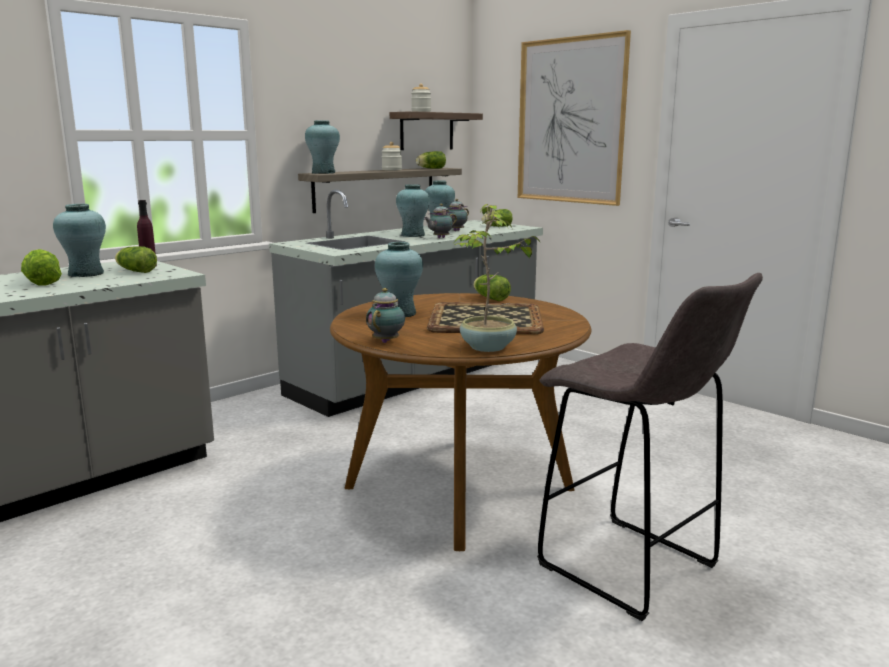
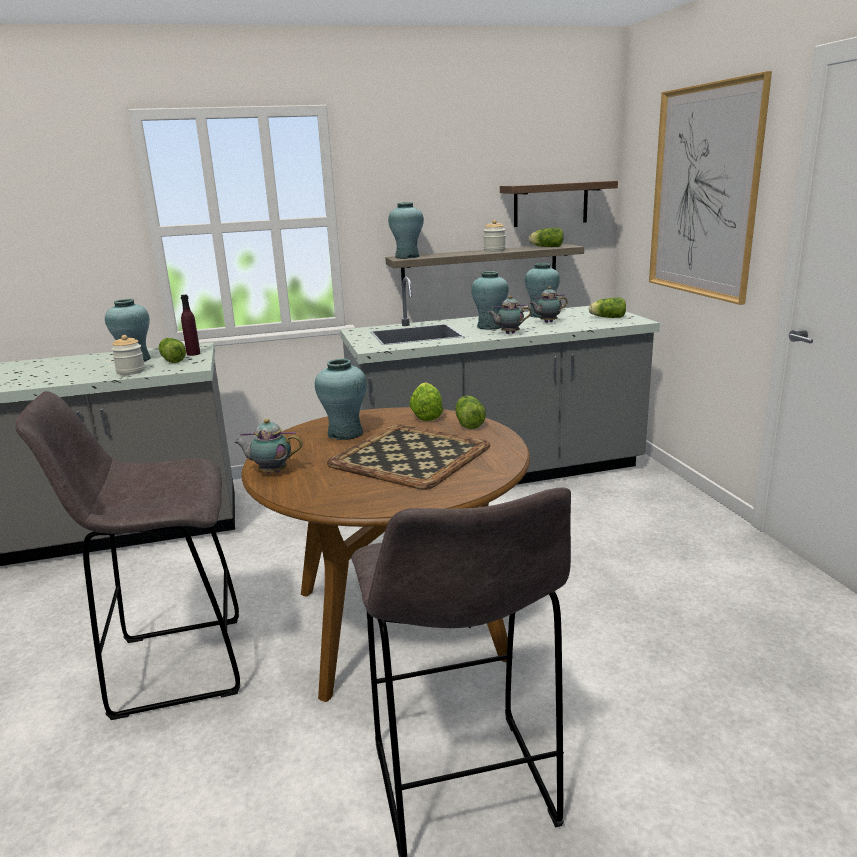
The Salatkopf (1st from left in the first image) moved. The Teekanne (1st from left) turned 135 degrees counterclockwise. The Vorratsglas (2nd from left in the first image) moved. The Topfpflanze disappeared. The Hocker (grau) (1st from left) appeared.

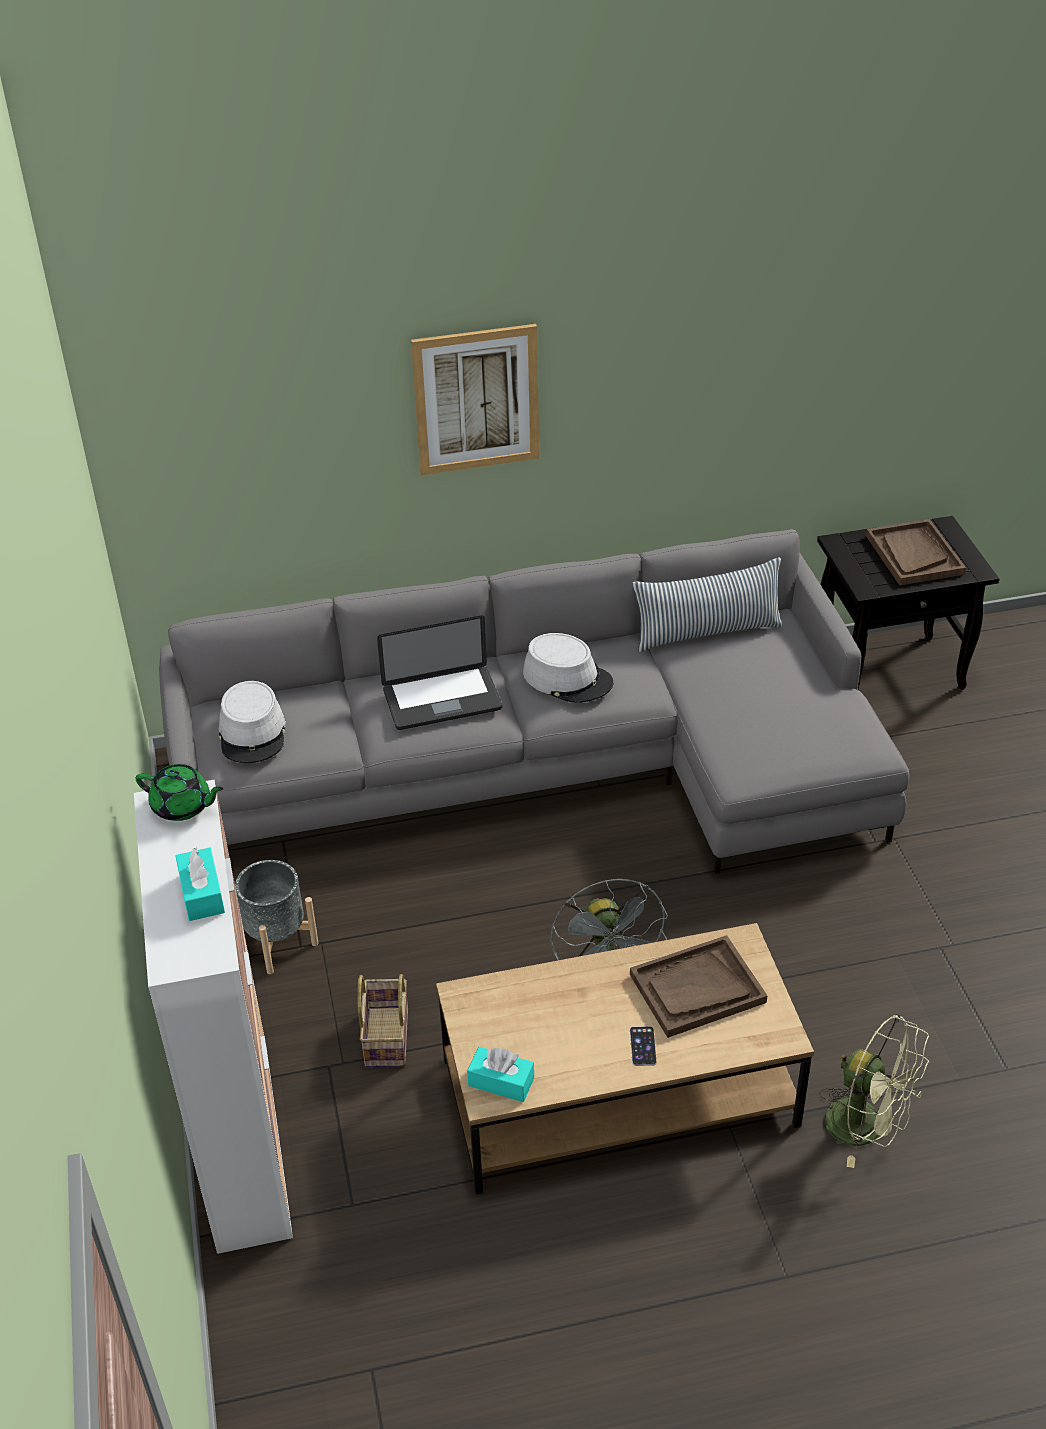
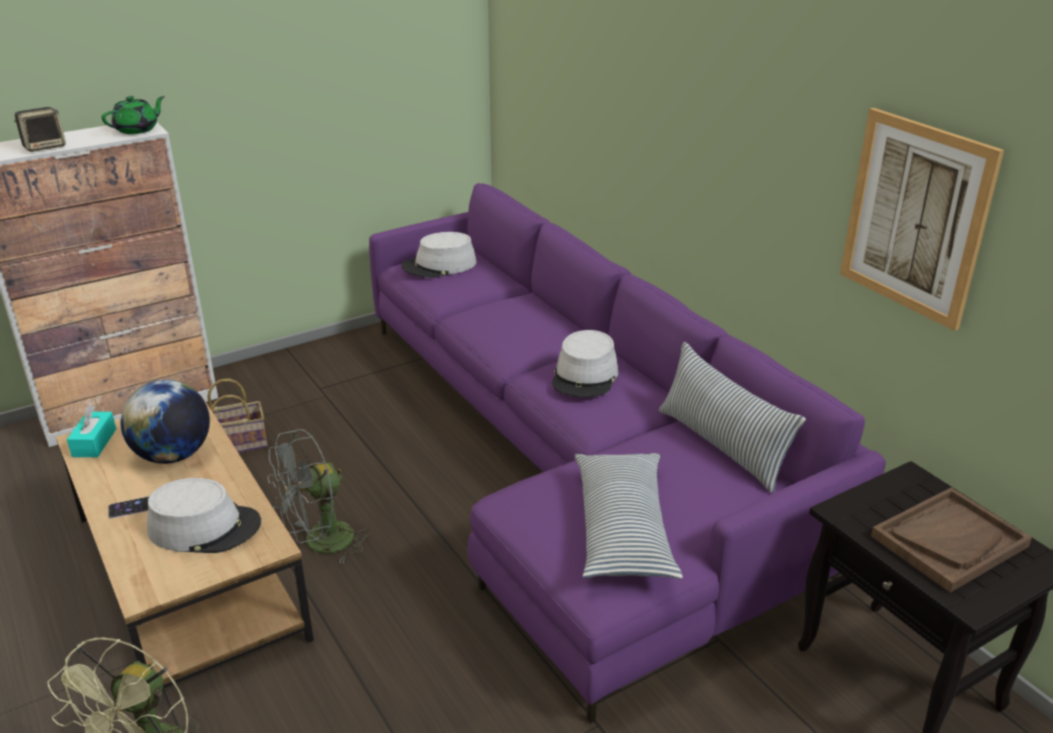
The Teekanne (grün) turned 135 degrees counterclockwise. The Sofa (grau) became the Sofa (lila). The Taschentuchbox (türkis) (1st from left) was replaced by the Lautsprecher. The Pflanzkübel (grau) disappeared. The Laptop disappeared. The Bild moved. The Tablett (braun) (1st from left) was replaced by the Hut (grau) (1st from left). The Globus appeared. The Kissen (1st from left) appeared.

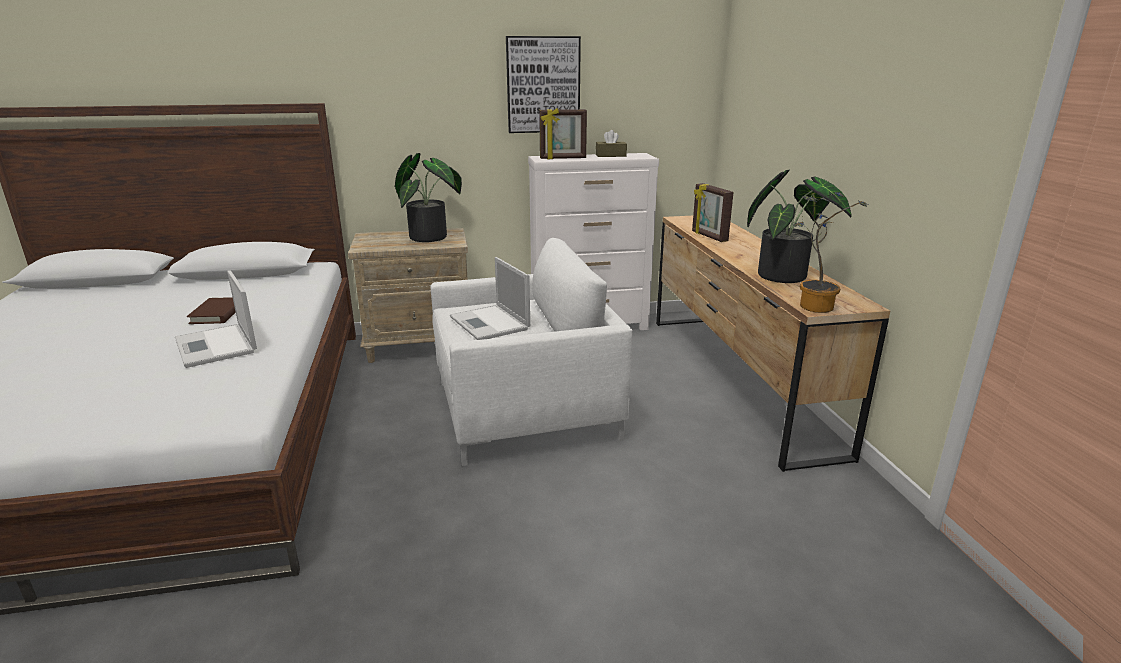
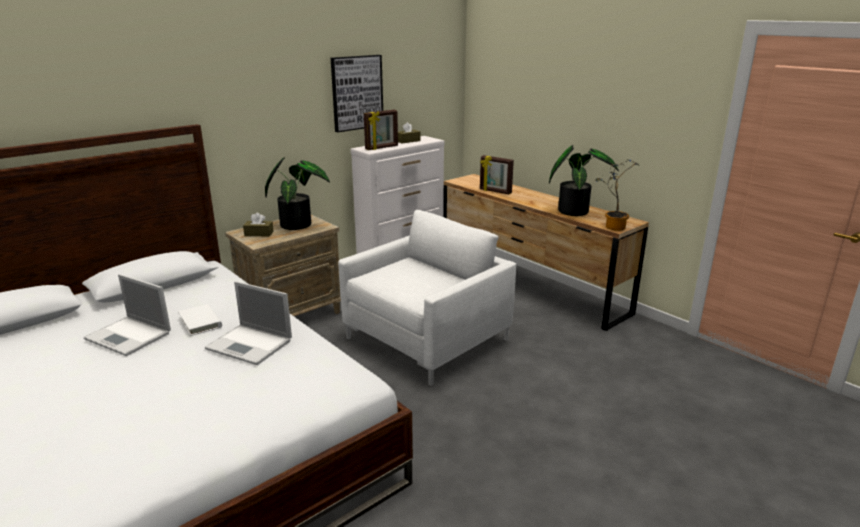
The Buch (braun) became the Buch (weiß). The Laptop (2nd from left in the first image) moved. The Taschentuchbox (braun) (1st from left) appeared.

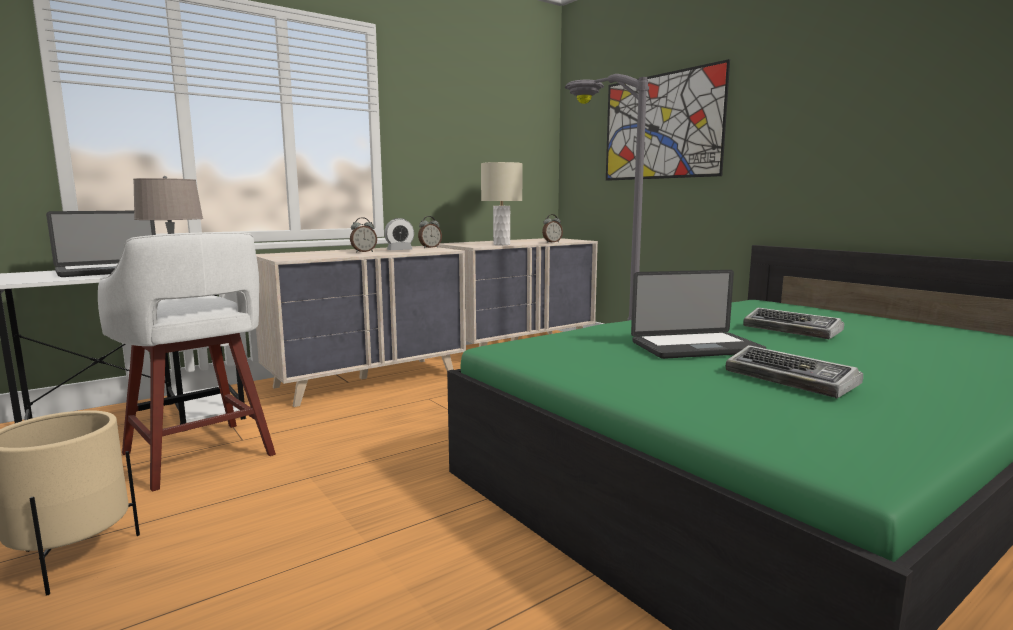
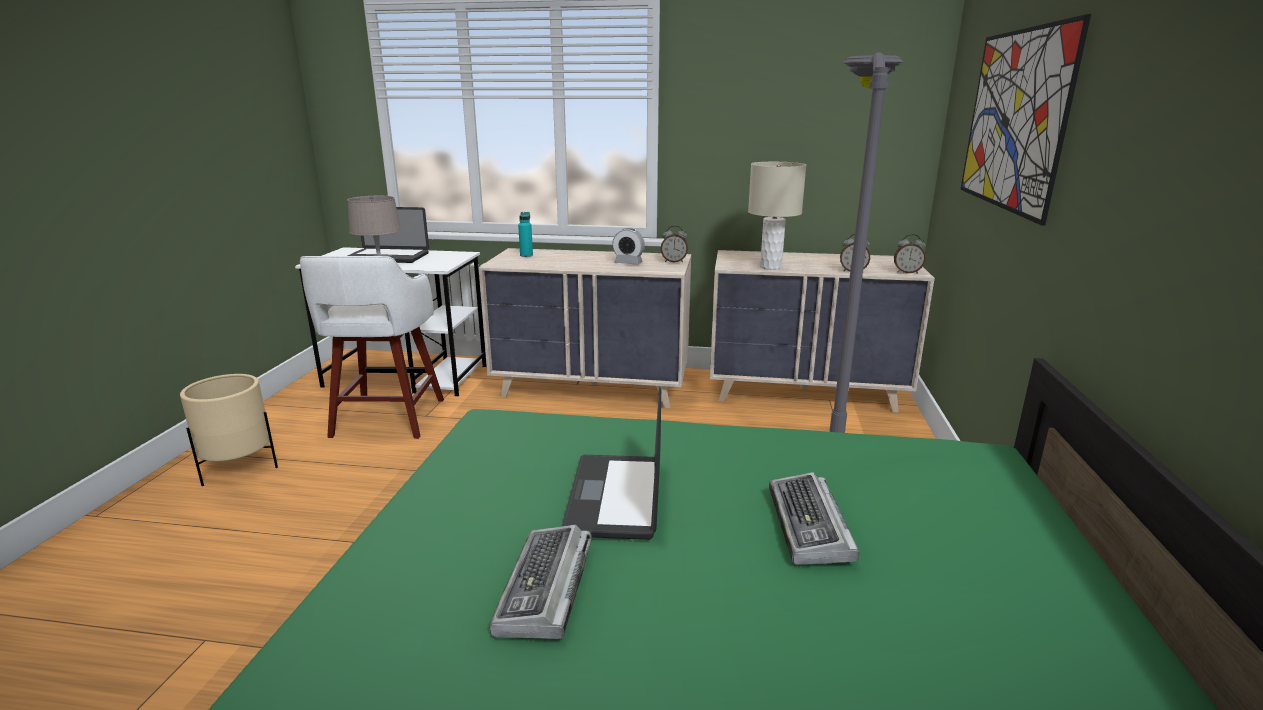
The Wecker (1st from left in the first image) moved. The Laptop (2nd from left) turned 60 degrees clockwise. The Flasche (türkis) appeared.

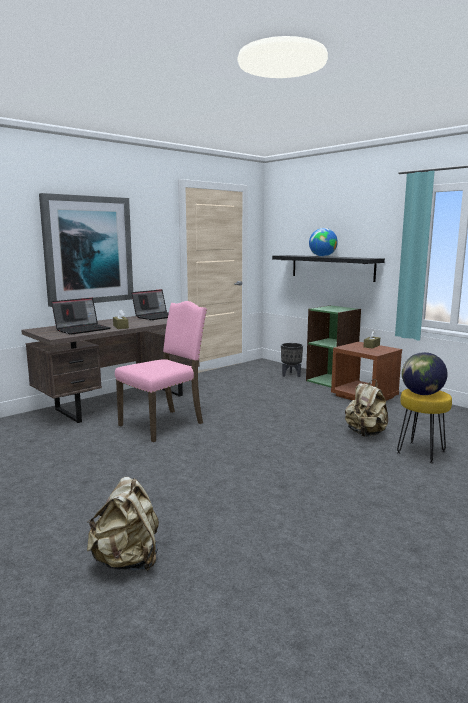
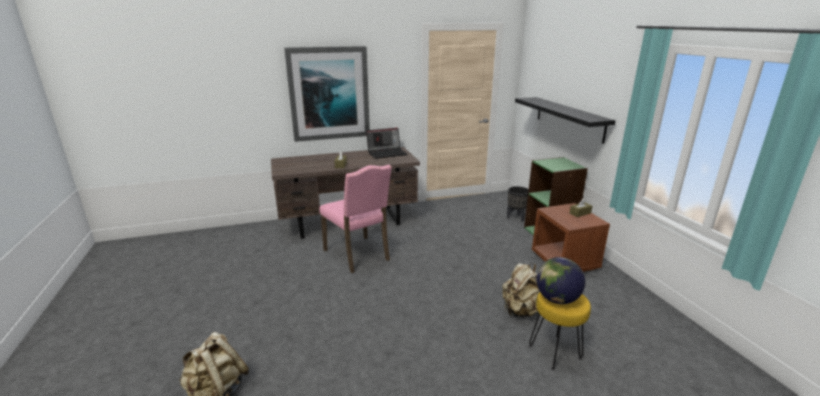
The Laptop (1st from left) disappeared. The Stuhl (rosa) turned 75 degrees clockwise. The Globus (1st from left) disappeared.

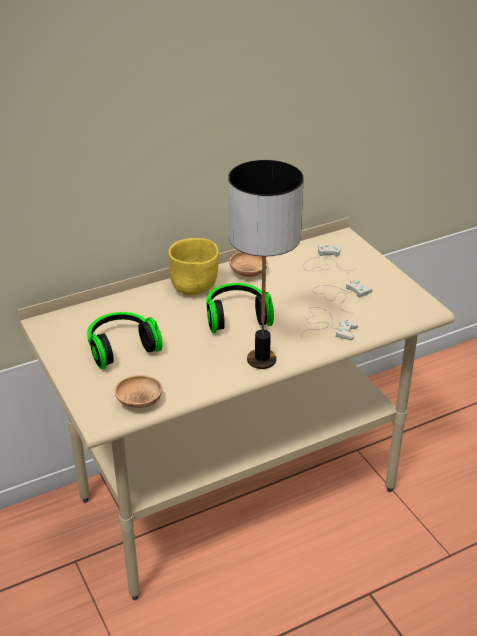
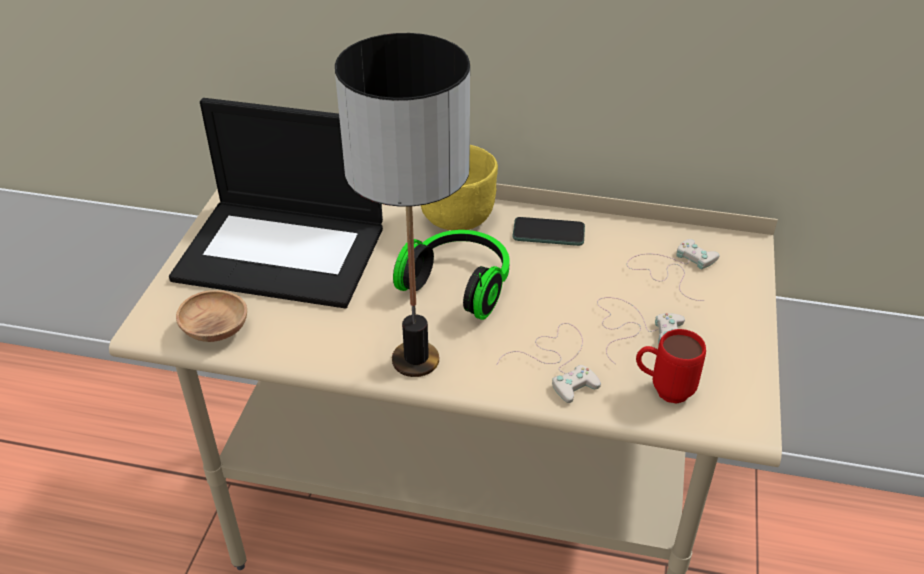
The Kopfhörer (1st from left) was replaced by the Laptop. The Schüssel (braun) (2nd from left) was replaced by the Handy. The Henkelbecher (rot) appeared.

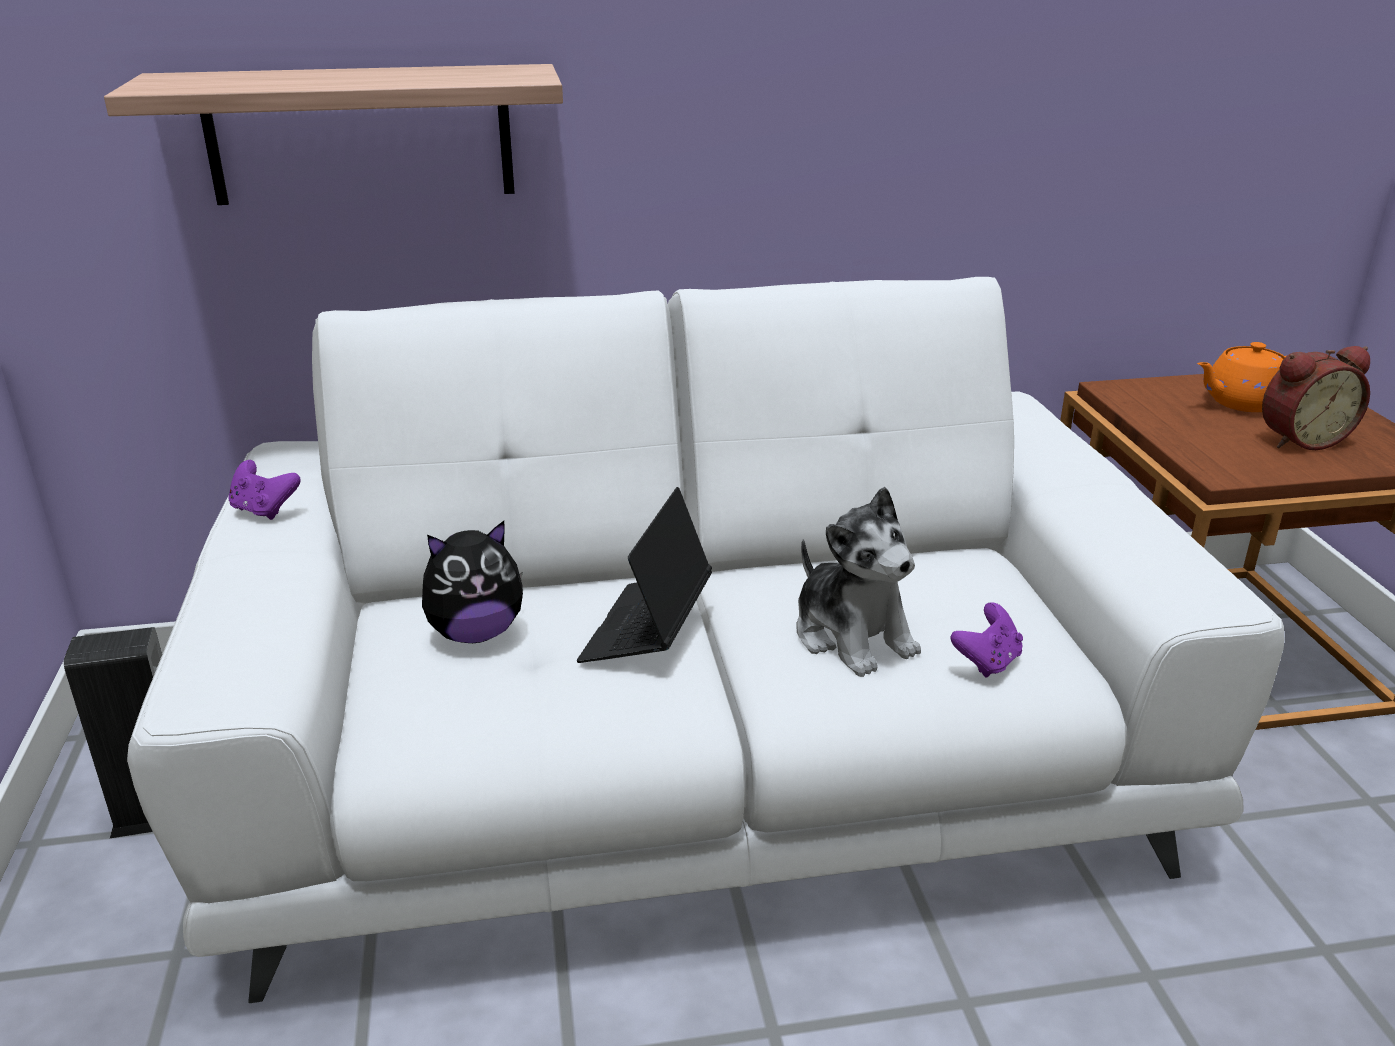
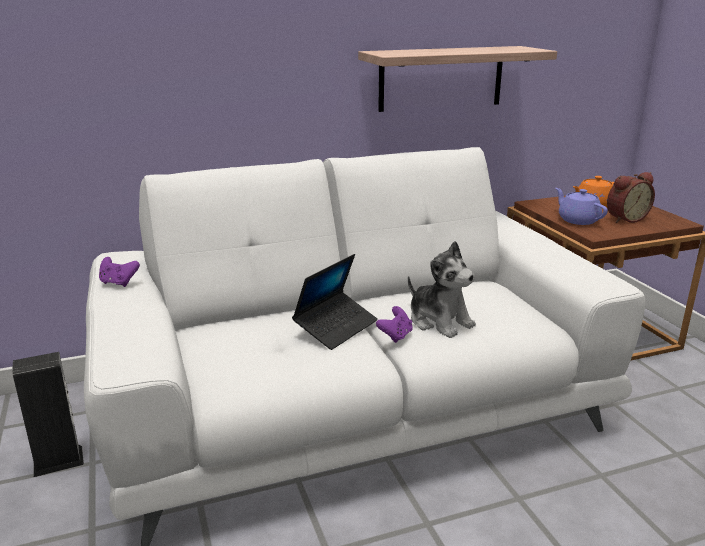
The Wandregal moved. The Plüschtier (1st from left) disappeared. The Laptop turned 150 degrees counterclockwise. The Gamepad (lila) (2nd from left) moved. The Teekanne (lila) appeared.

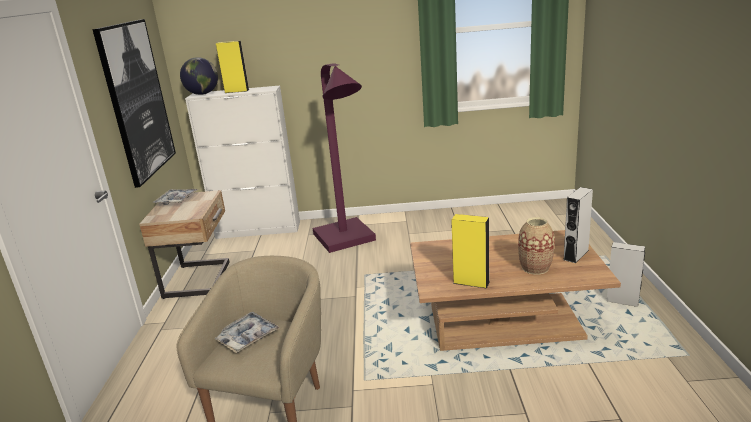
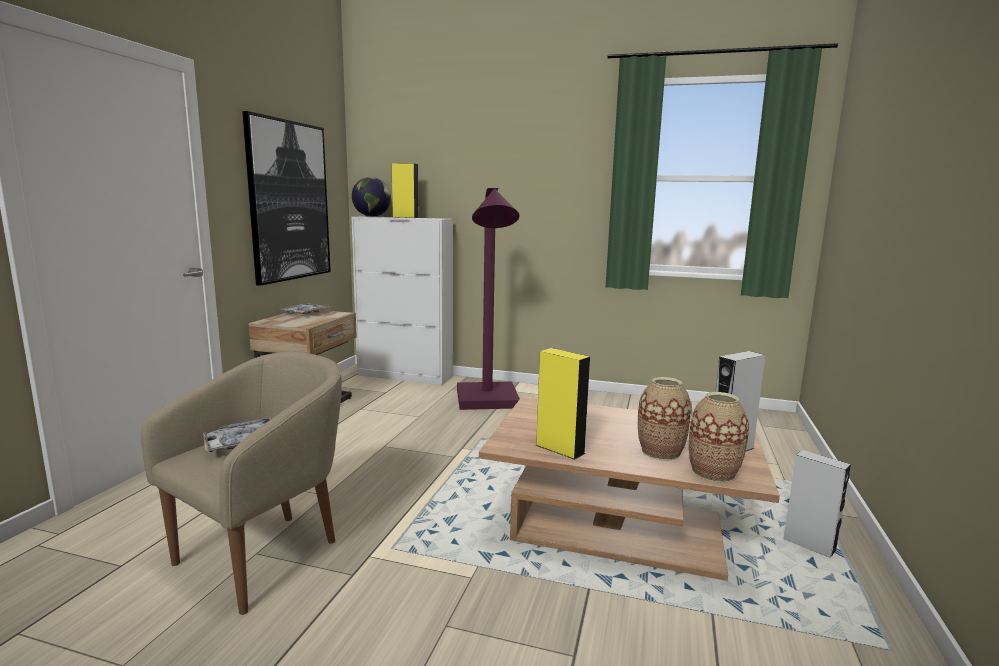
The Vase (2nd from left) appeared.

